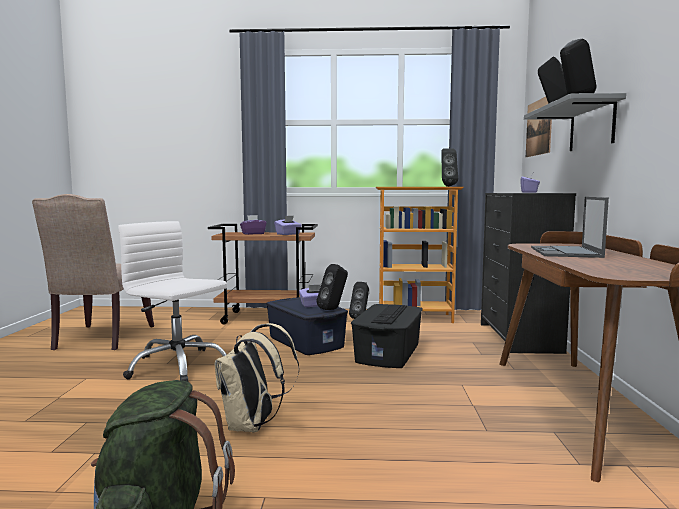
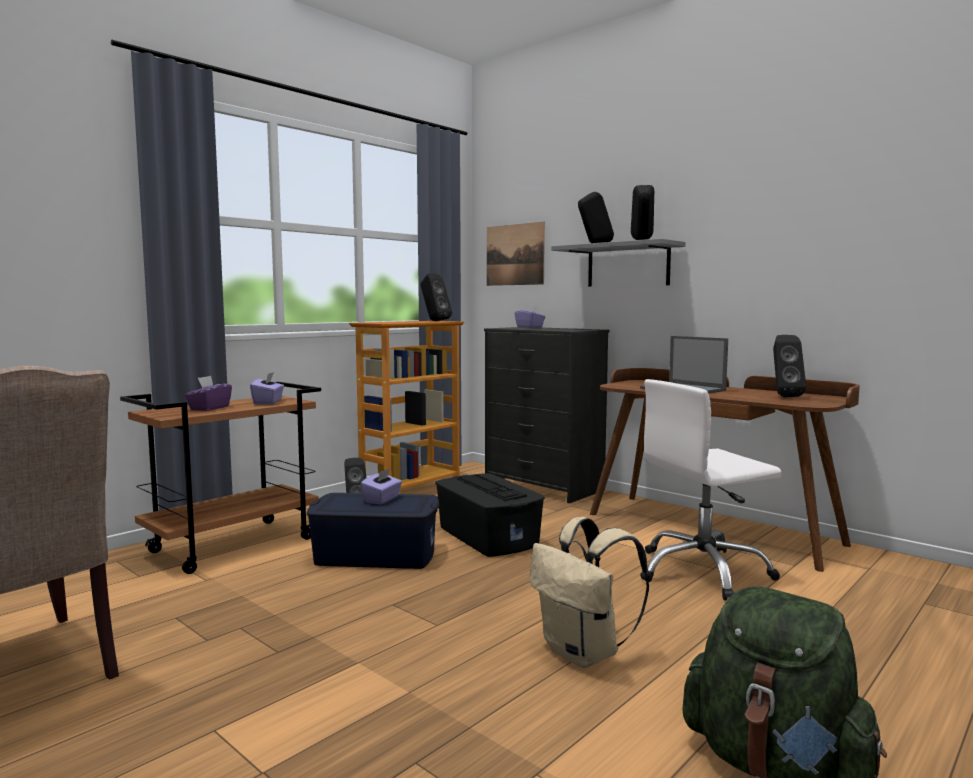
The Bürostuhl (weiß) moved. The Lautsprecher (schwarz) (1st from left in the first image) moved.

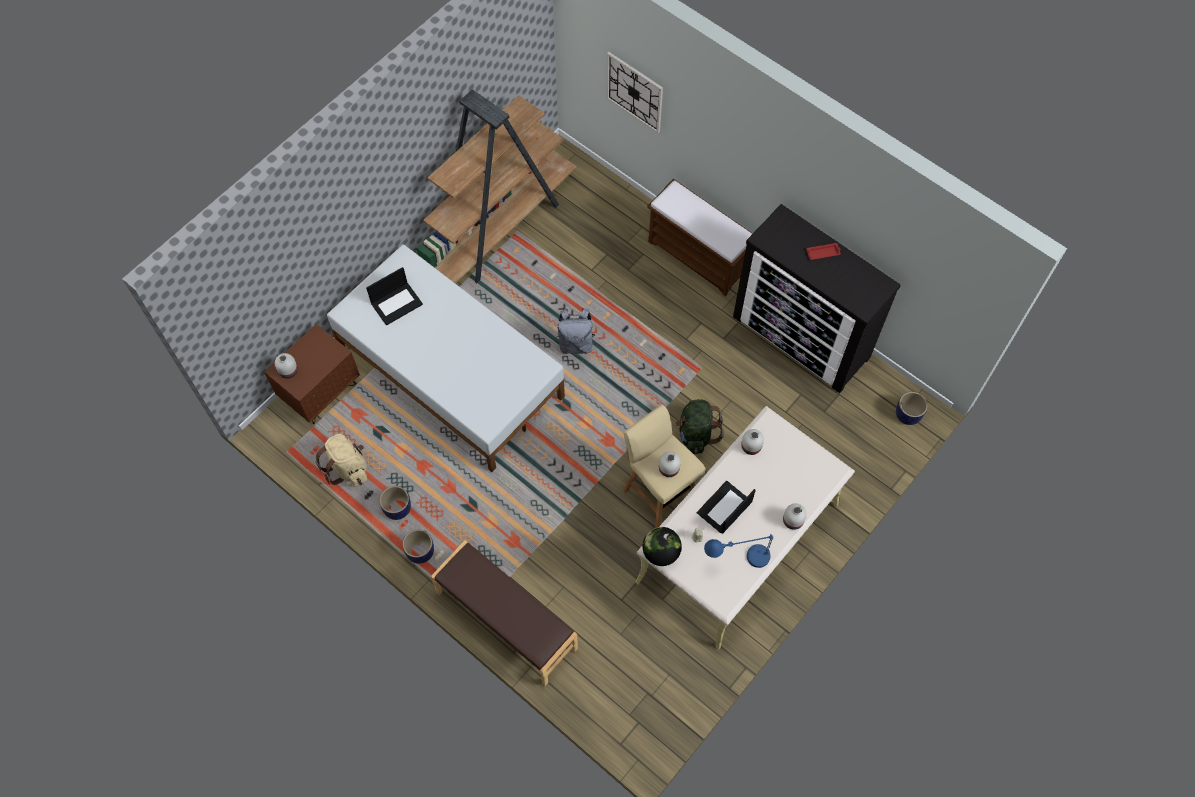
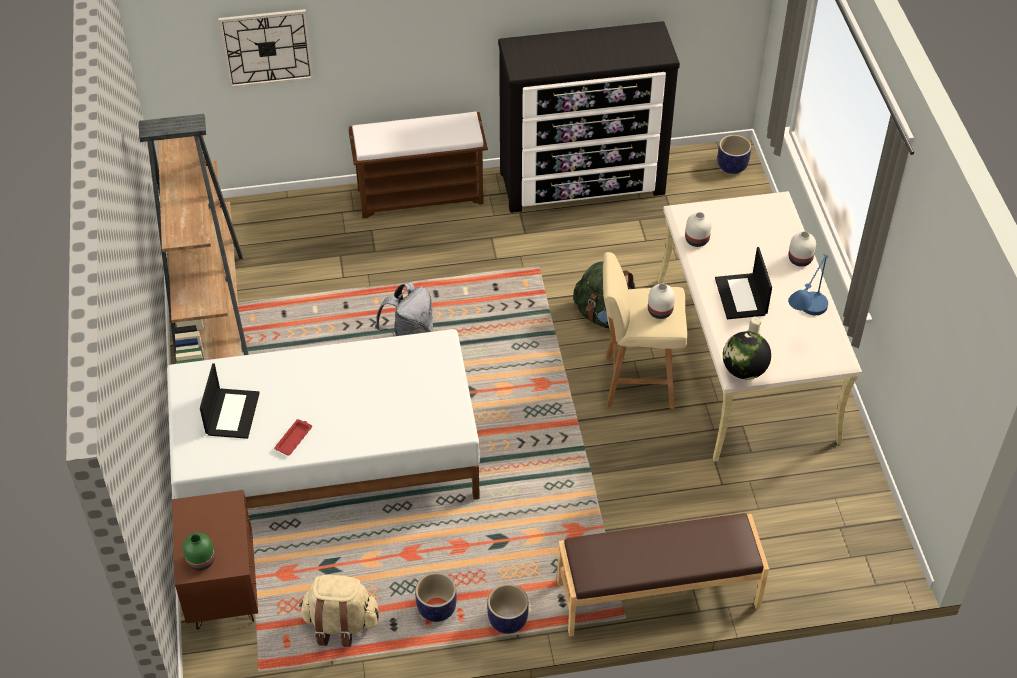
The Vase (weiß) (1st from left) became the Vase (grün). The Tablett (rot) moved.

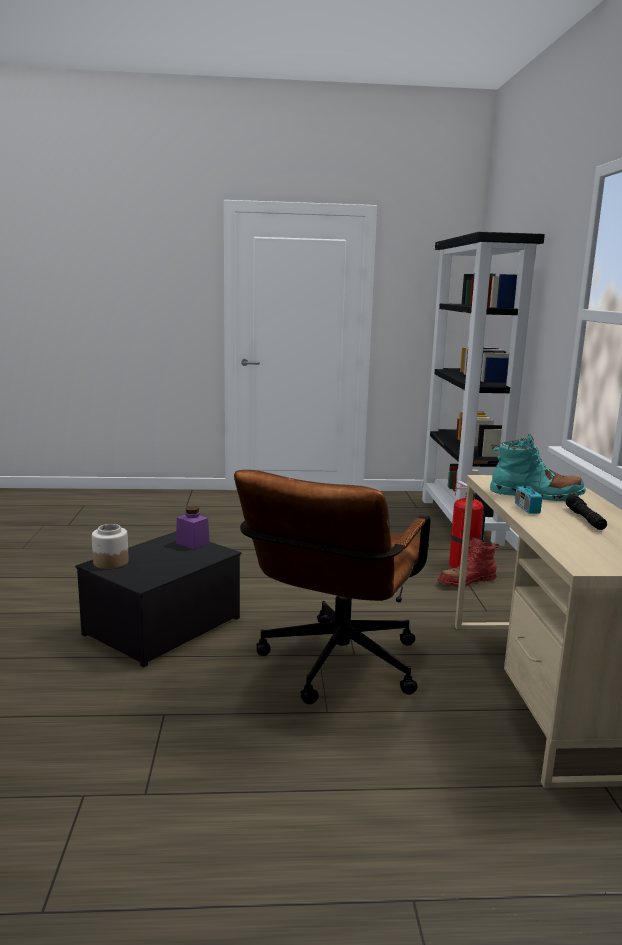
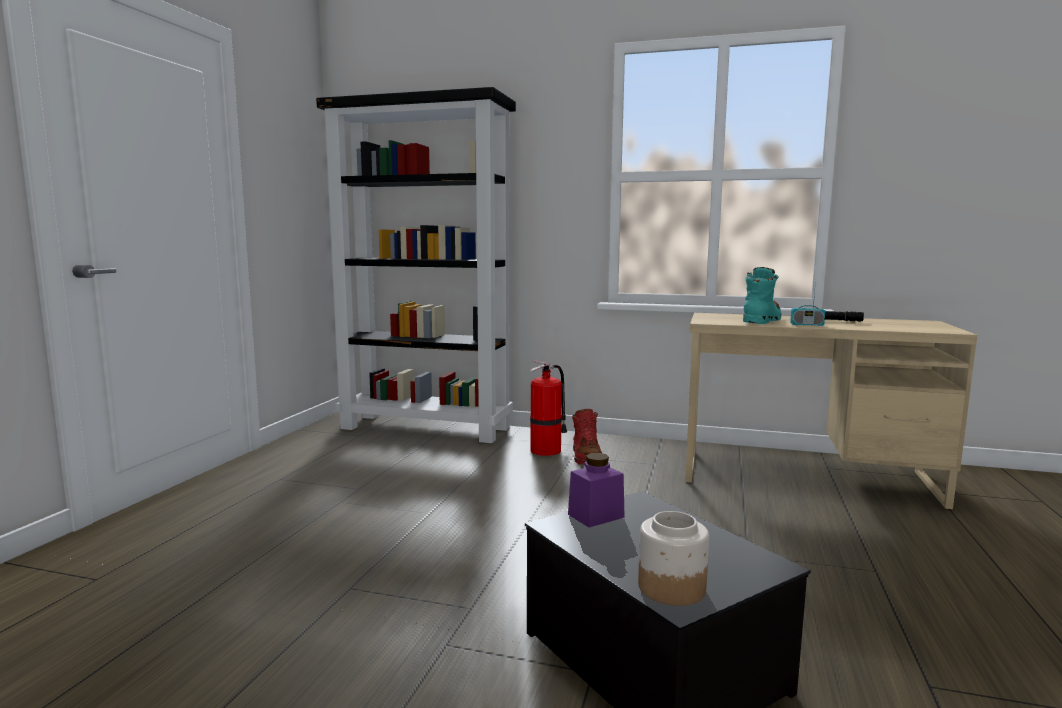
The Bürostuhl (braun) disappeared.

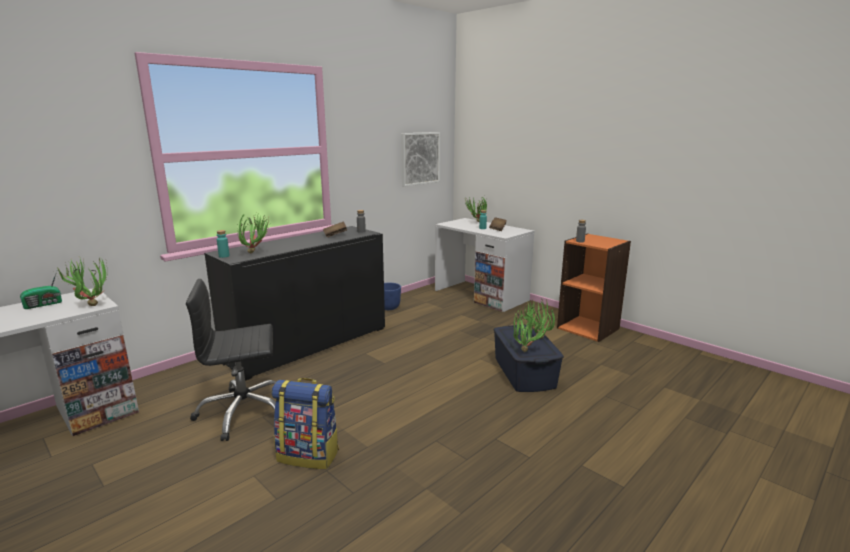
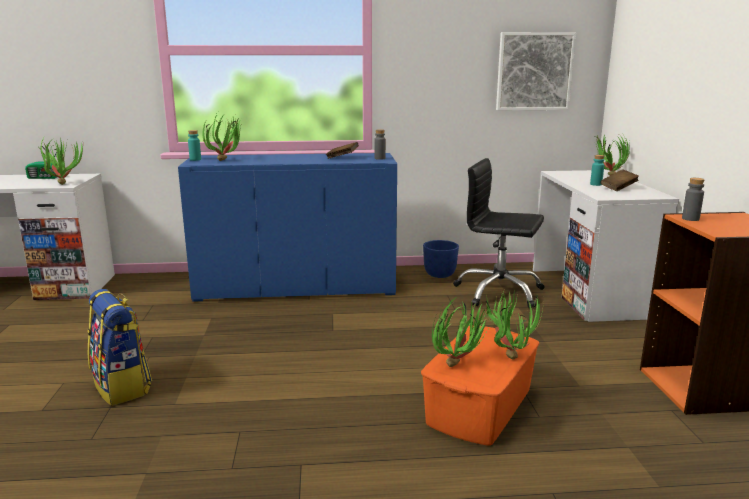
The Bürostuhl (schwarz) moved. The Schrank (schwarz) became the Schrank (blau). The Aufbewahrungsbox (blau) became the Aufbewahrungsbox (orange).

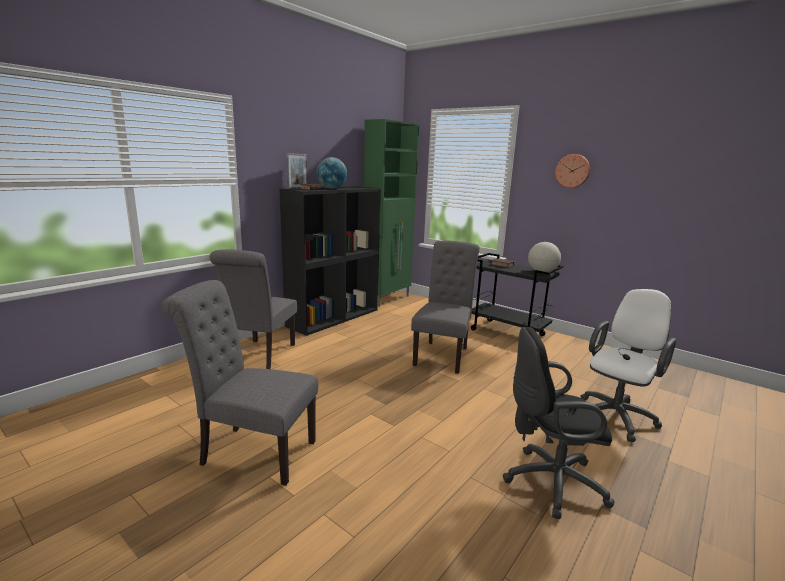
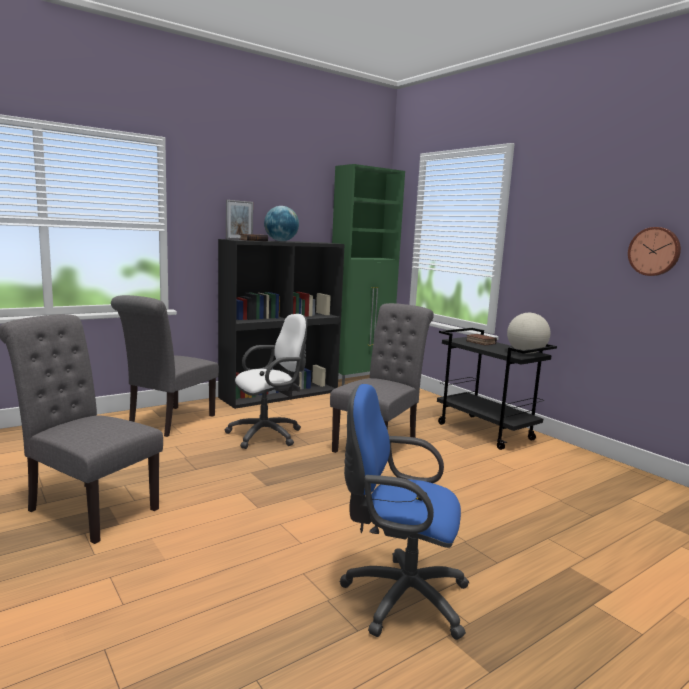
The Bürostuhl (schwarz) became the Bürostuhl (blau). The Wanduhr moved. The Bürostuhl (weiß) moved.

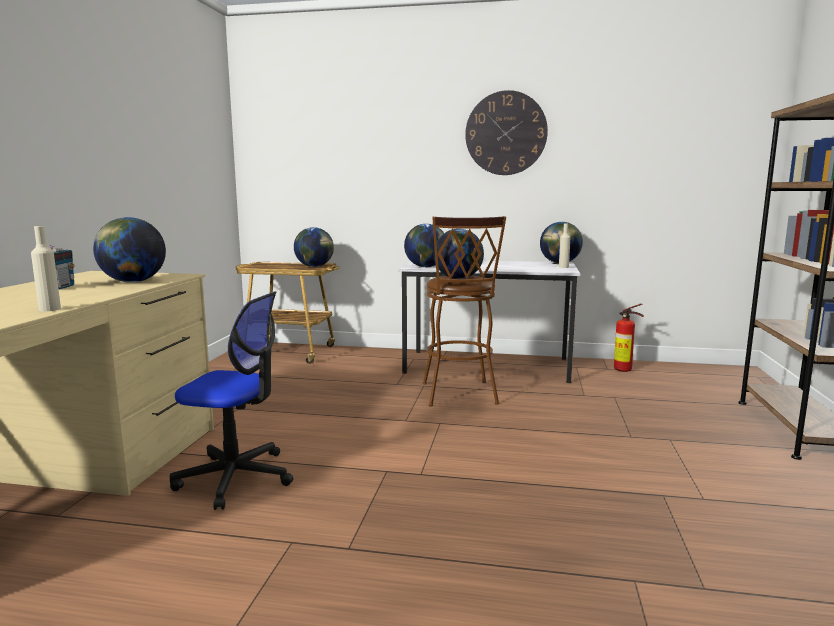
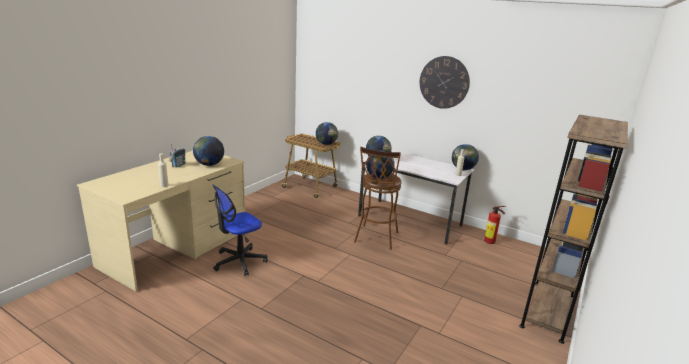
The Bürostuhl turned 105 degrees clockwise.

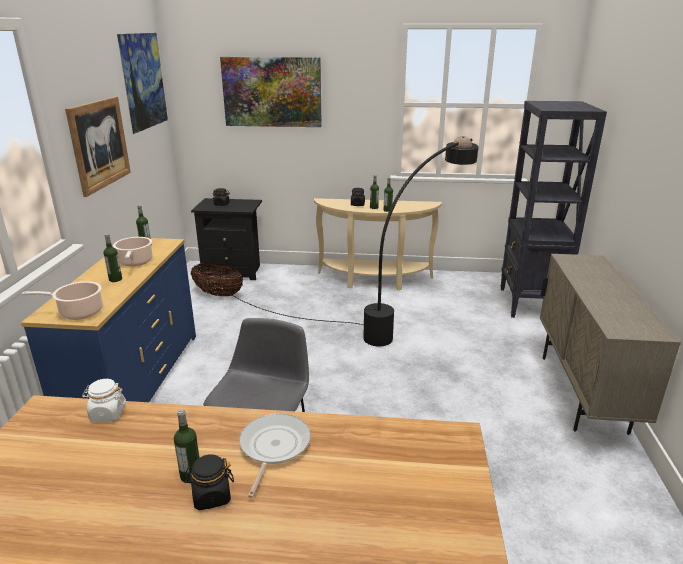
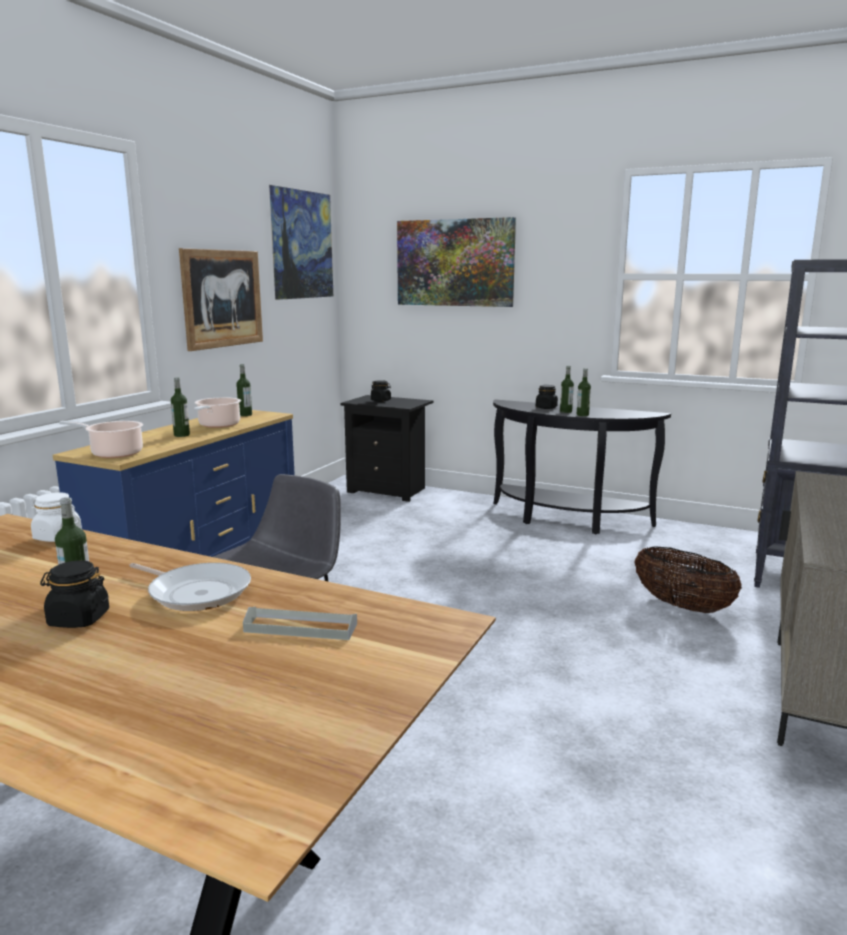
The Korb moved. The Stehlampe (schwarz) disappeared. The Pfanne turned 90 degrees clockwise. The Konsolentisch (beige) became the Konsolentisch (schwarz). The Tablett (grau) appeared.

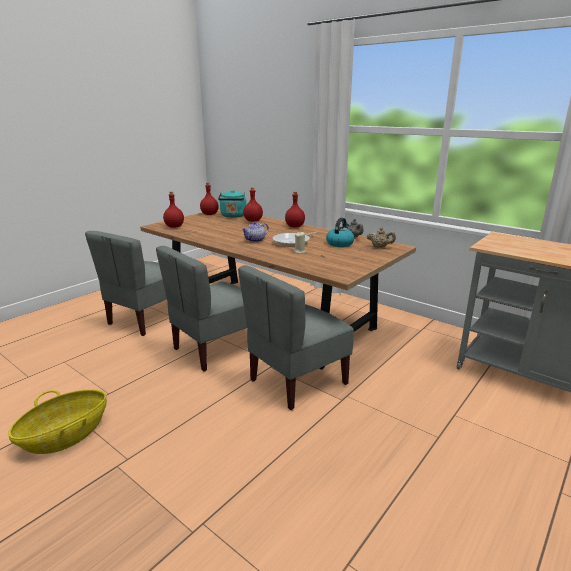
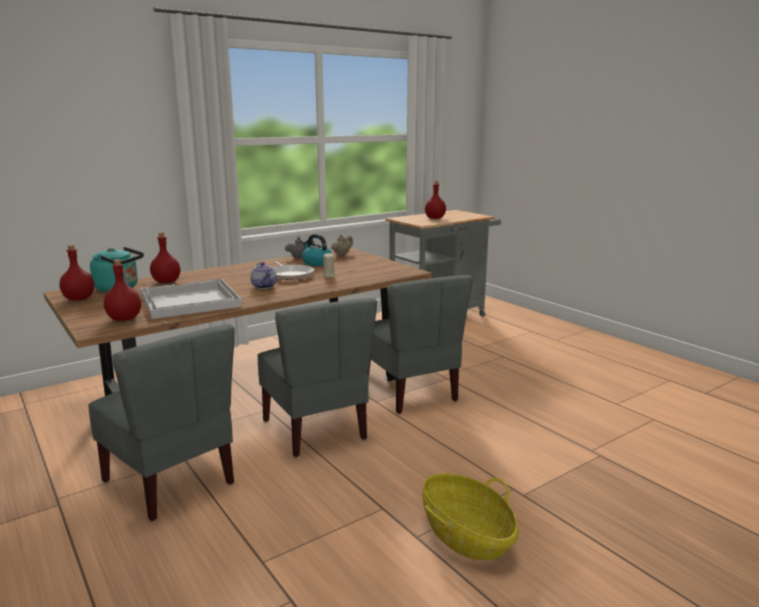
The Flasche (rot) (4th from left) moved. The Tablett (weiß) appeared.

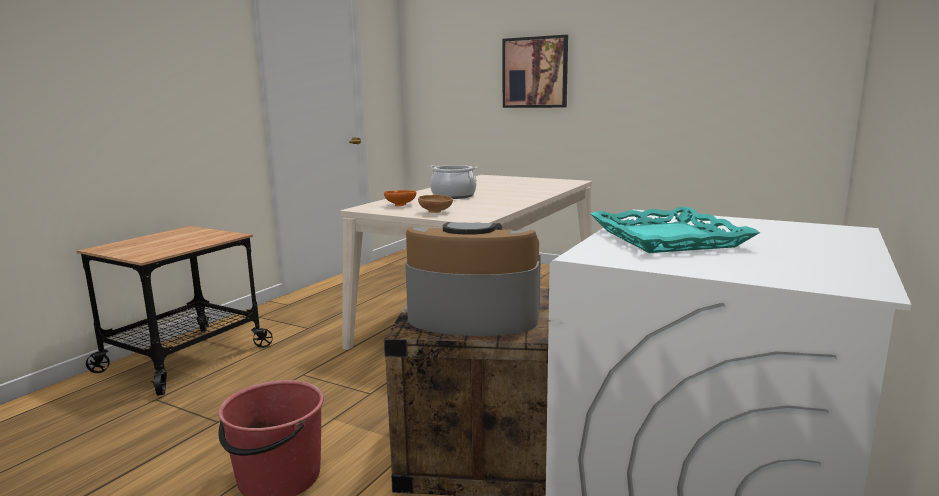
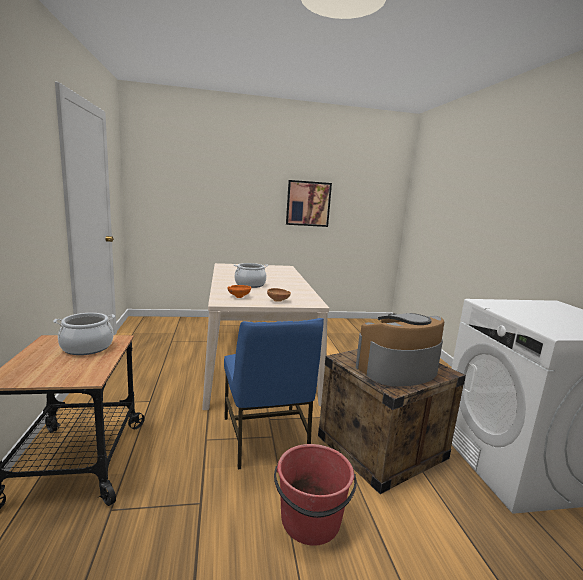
The Bild moved. The Tablett (türkis) disappeared. The Kochtopf (1st from left) appeared. The Stuhl (blau) appeared.

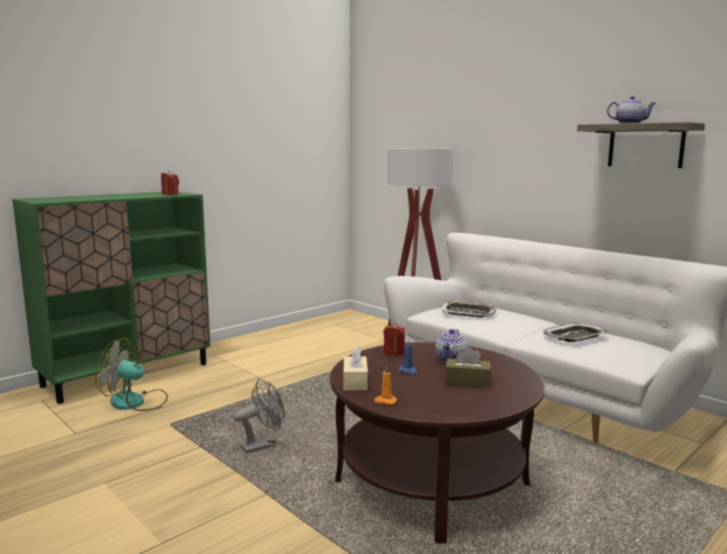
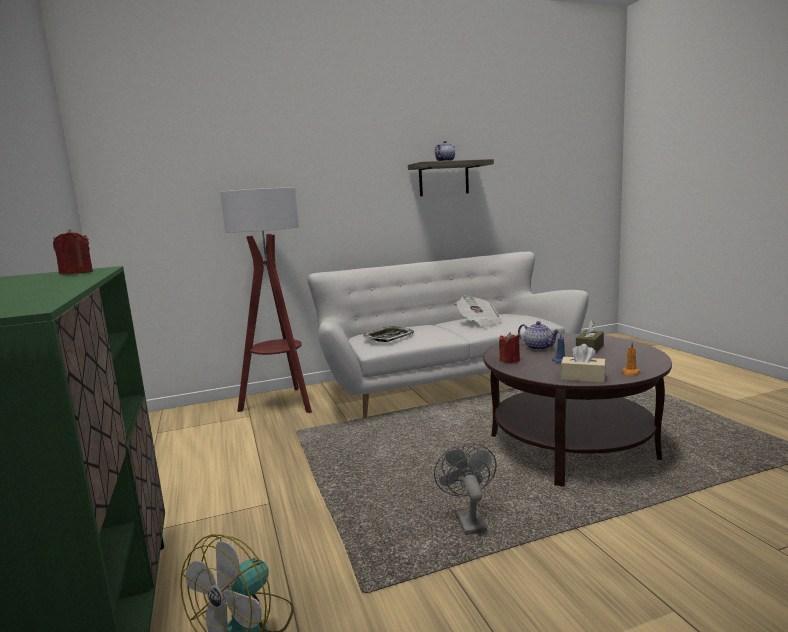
The Tablett (2nd from left) was replaced by the Zeitung.

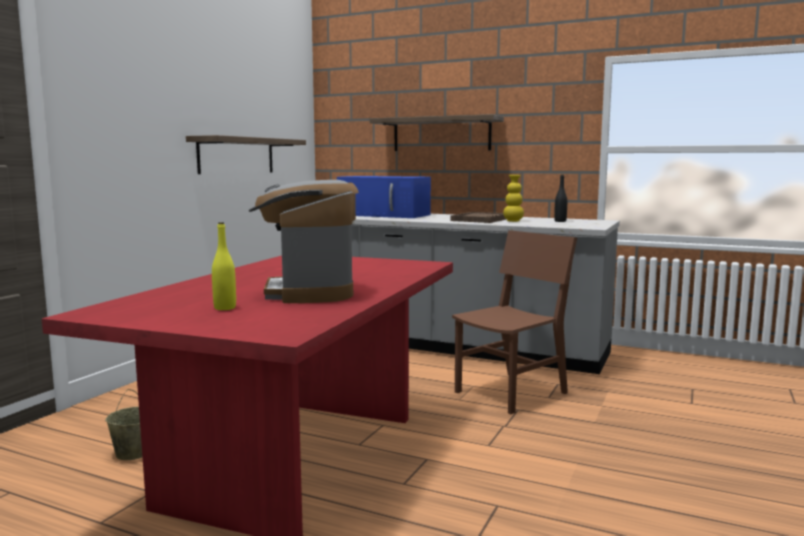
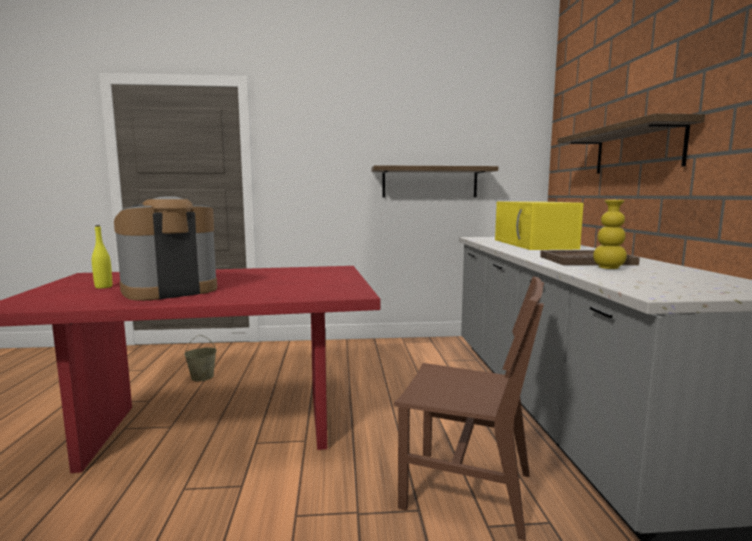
The Mikrowelle (blau) became the Mikrowelle (gelb). The Flasche (schwarz) disappeared.

